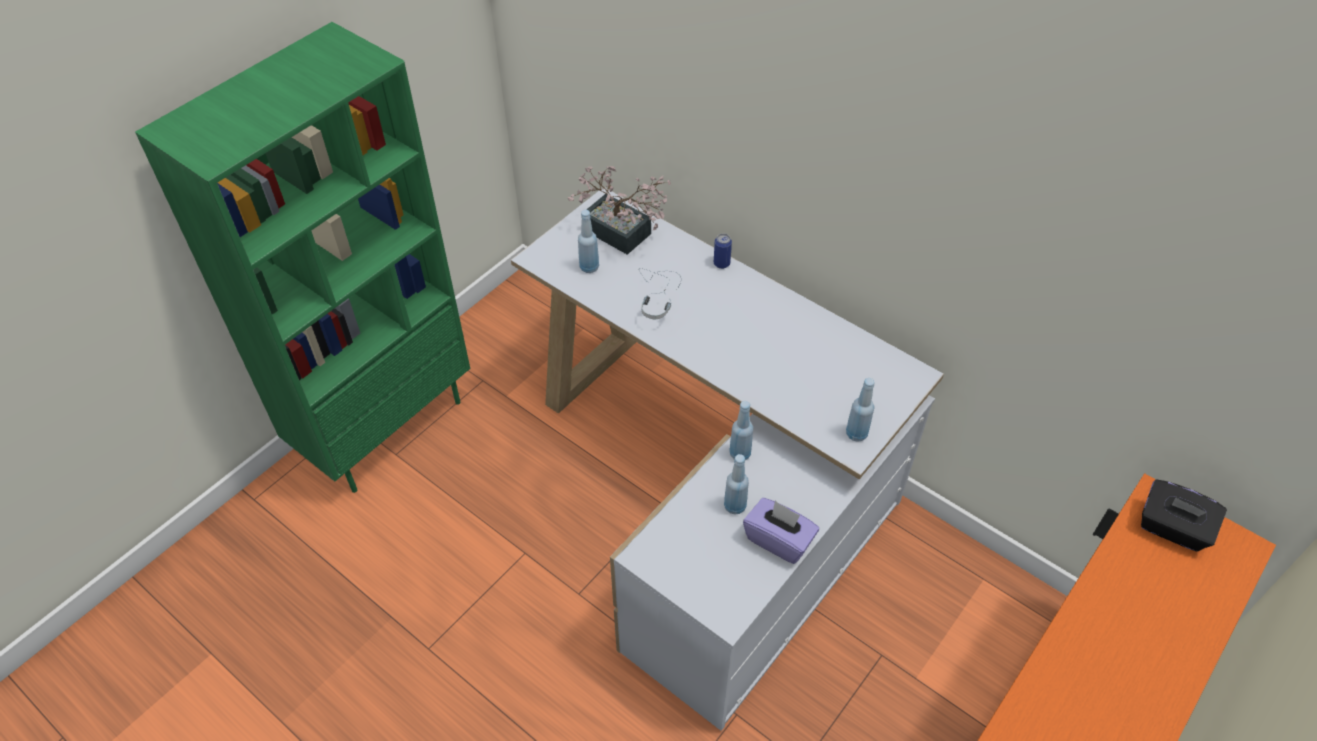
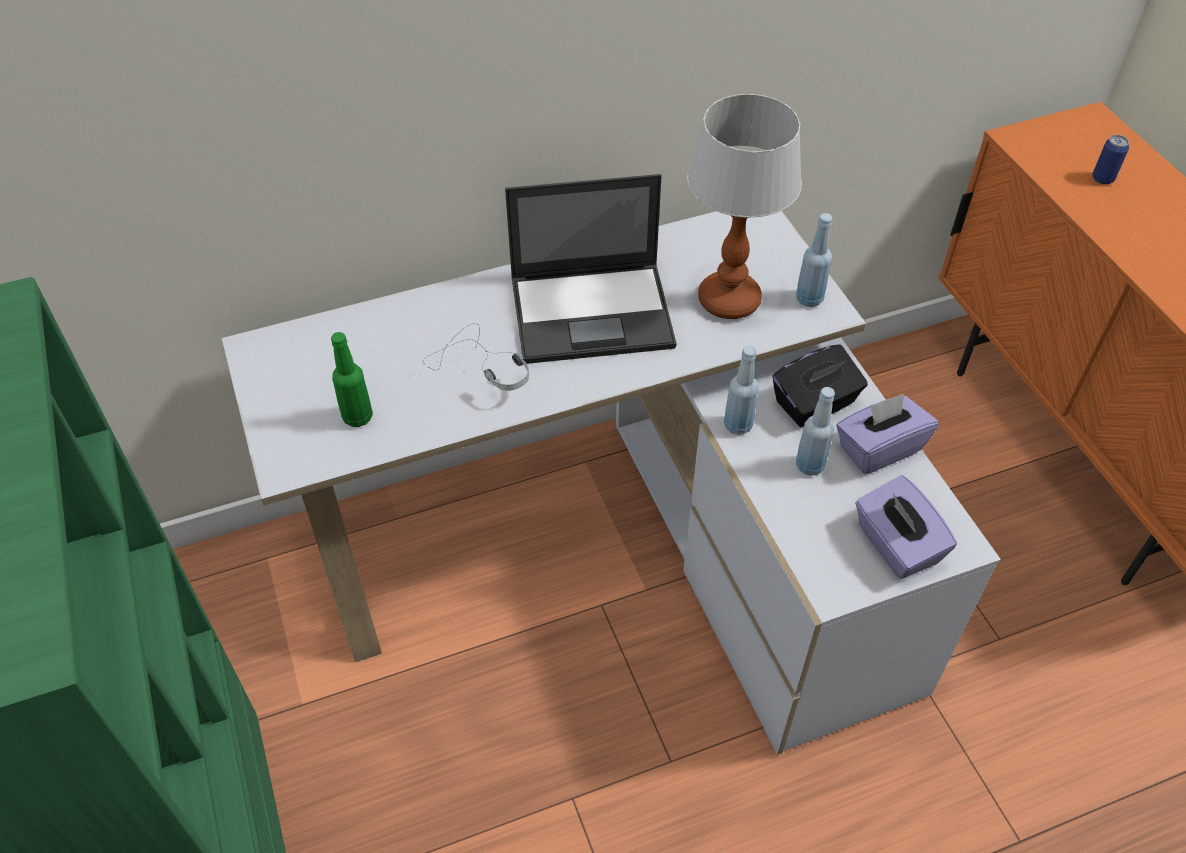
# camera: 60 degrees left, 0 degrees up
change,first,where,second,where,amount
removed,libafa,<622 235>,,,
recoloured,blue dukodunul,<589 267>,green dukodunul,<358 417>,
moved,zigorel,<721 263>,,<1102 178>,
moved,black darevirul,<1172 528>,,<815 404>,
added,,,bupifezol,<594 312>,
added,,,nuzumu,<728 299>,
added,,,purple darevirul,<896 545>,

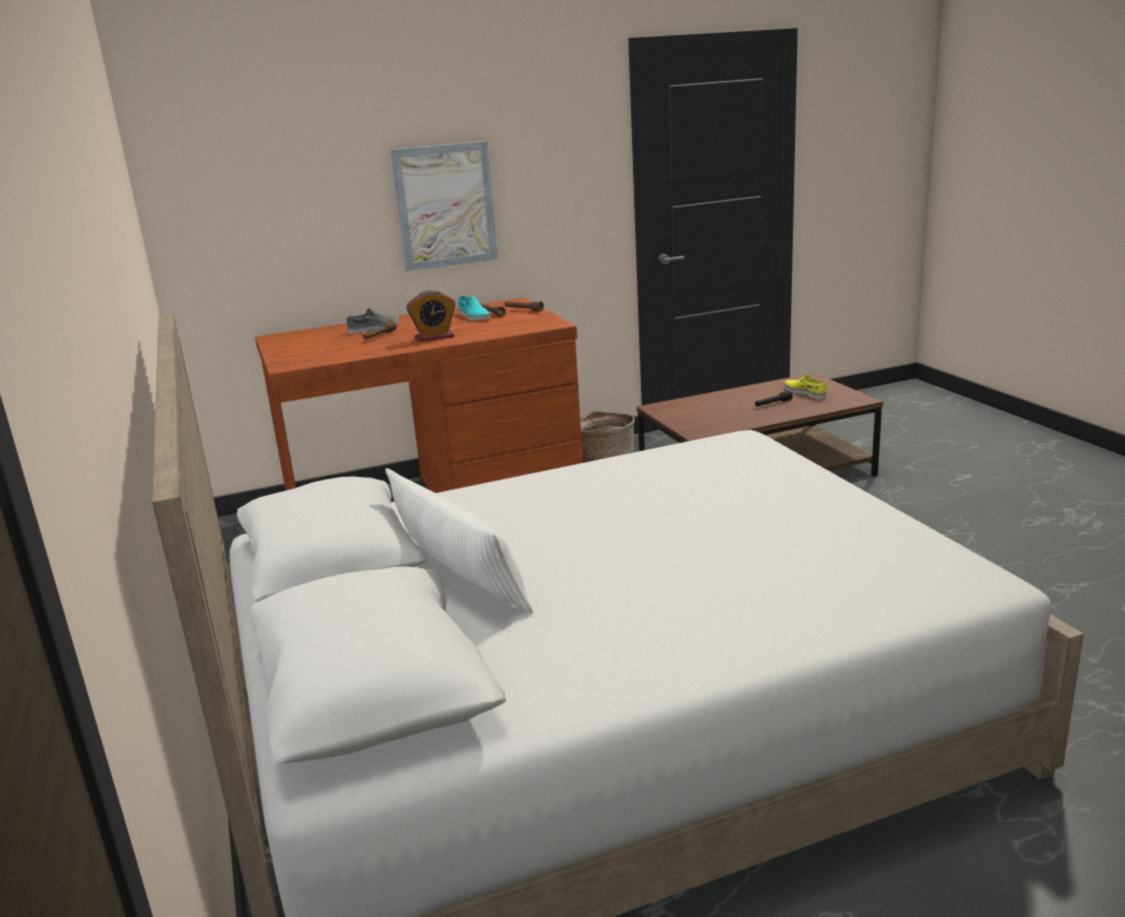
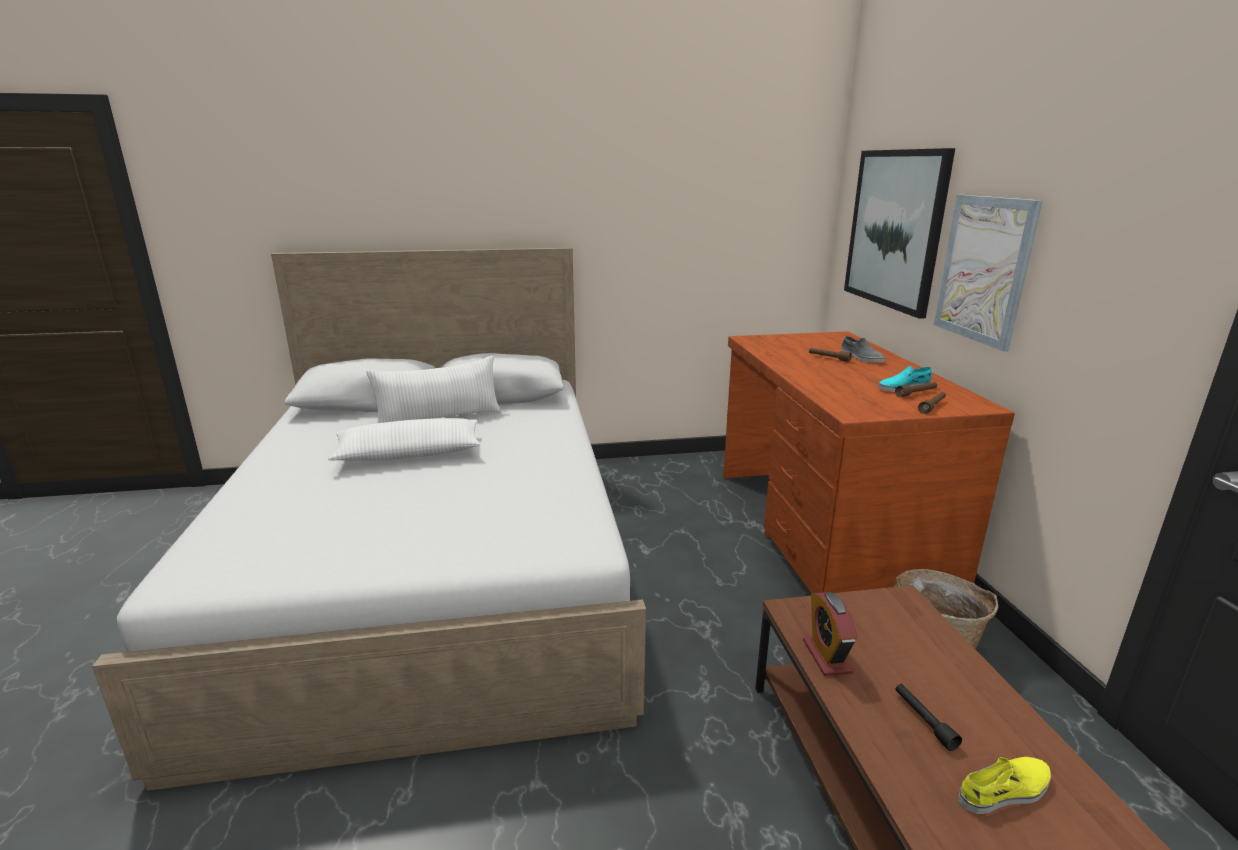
# camera: 100 degrees right, 0 degrees up
change,first,where,second,where,amount
moved,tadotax,<434 337>,,<827 656>,
added,,,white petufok,<409 453>,
added,,,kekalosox,<895 229>,

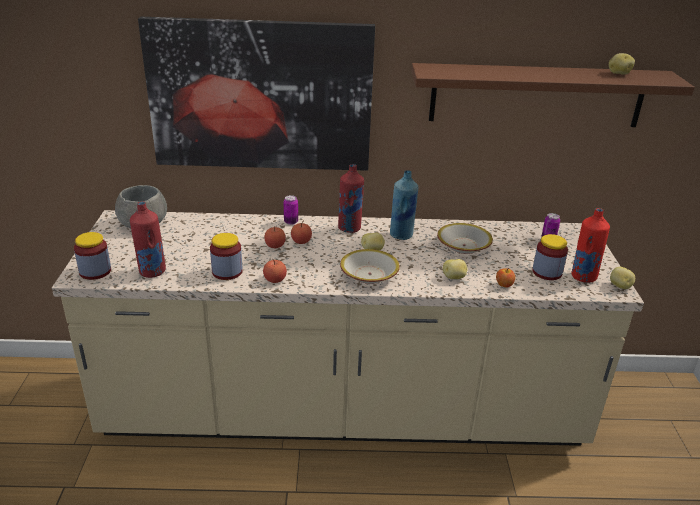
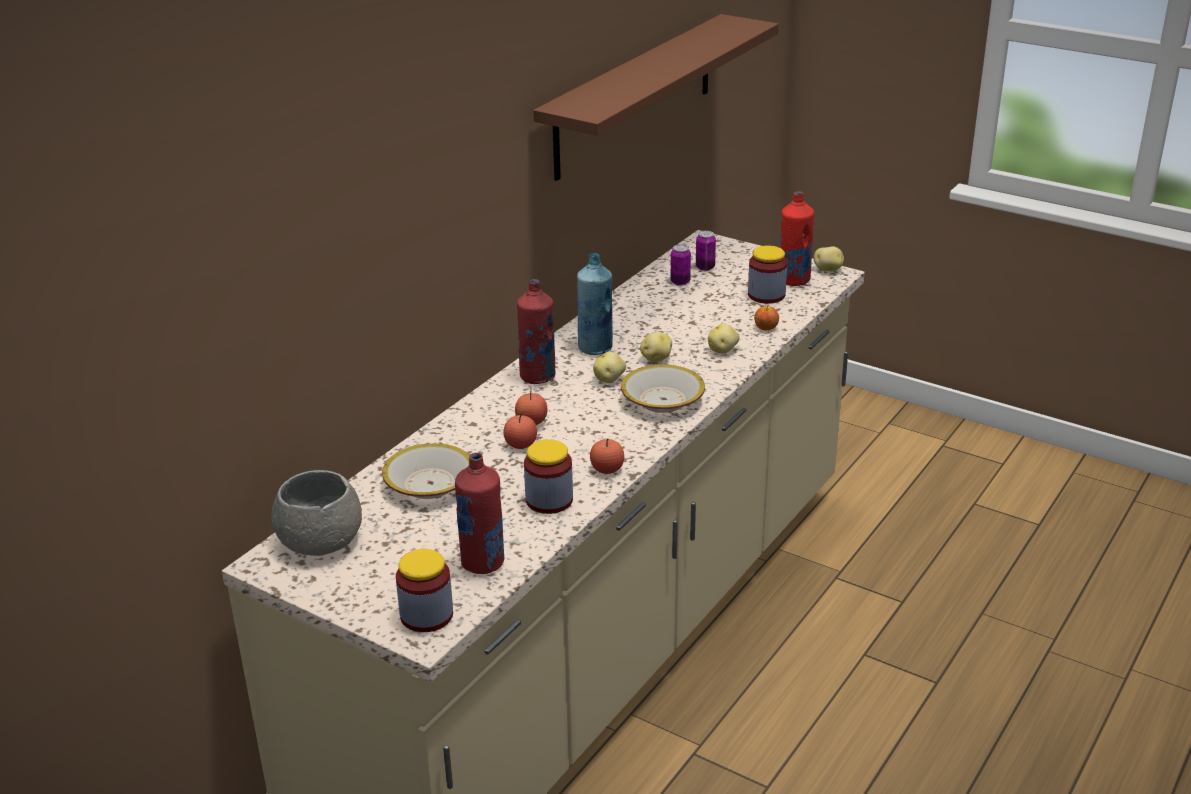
# camera: 55 degrees left, 0 degrees up
change,first,where,second,where,amount
removed,kekalosox,<260 96>,,,
moved,zigorel,<291 222>,,<680 282>,
moved,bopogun,<463 246>,,<430 484>,
moved,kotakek,<618 73>,,<656 359>,

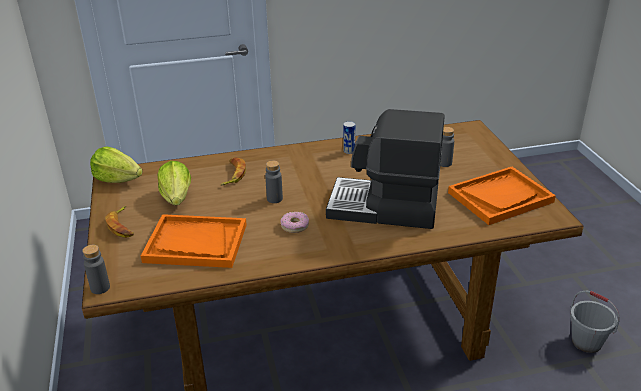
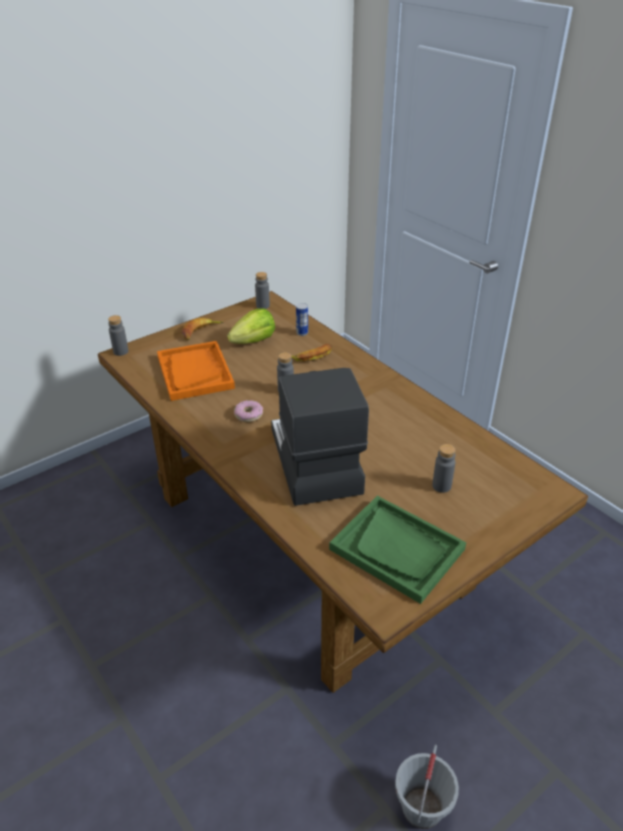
# camera: 65 degrees right, 5 degrees up
change,first,where,second,where,amount
replaced,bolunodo,<117 179>,grey dukodunul,<263 306>,
moved,zigorel,<349 151>,,<302 333>,
recoloured,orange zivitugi,<500 197>,green zivitugi,<397 549>,

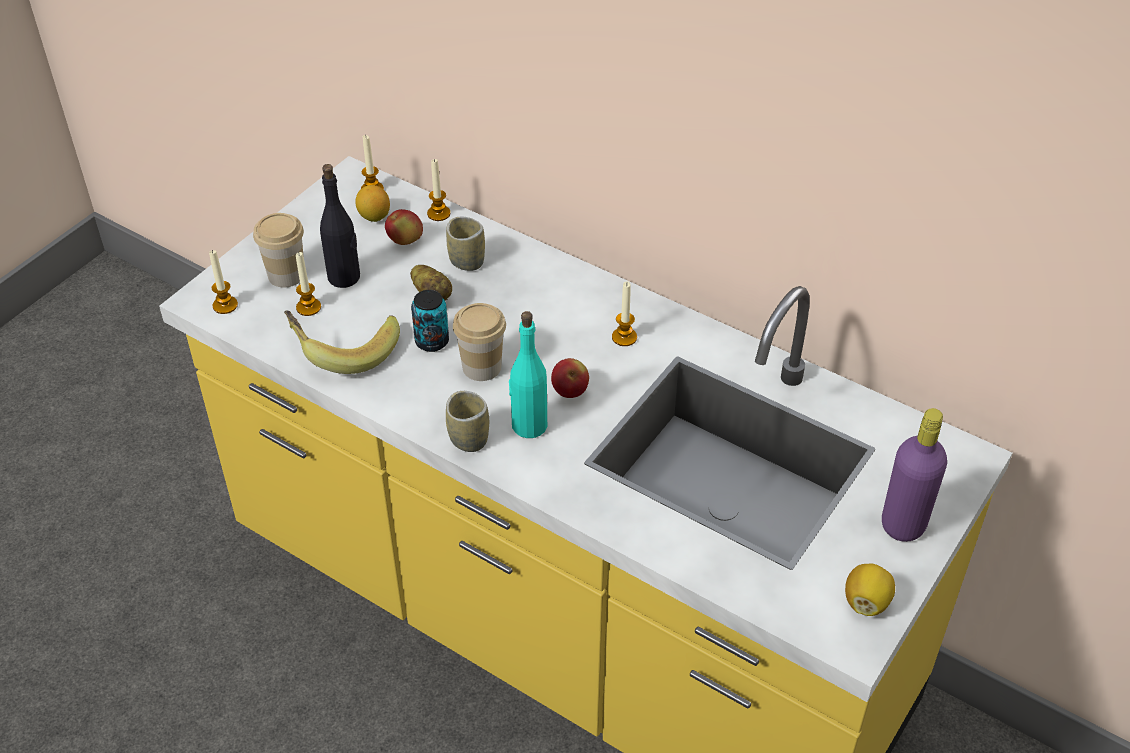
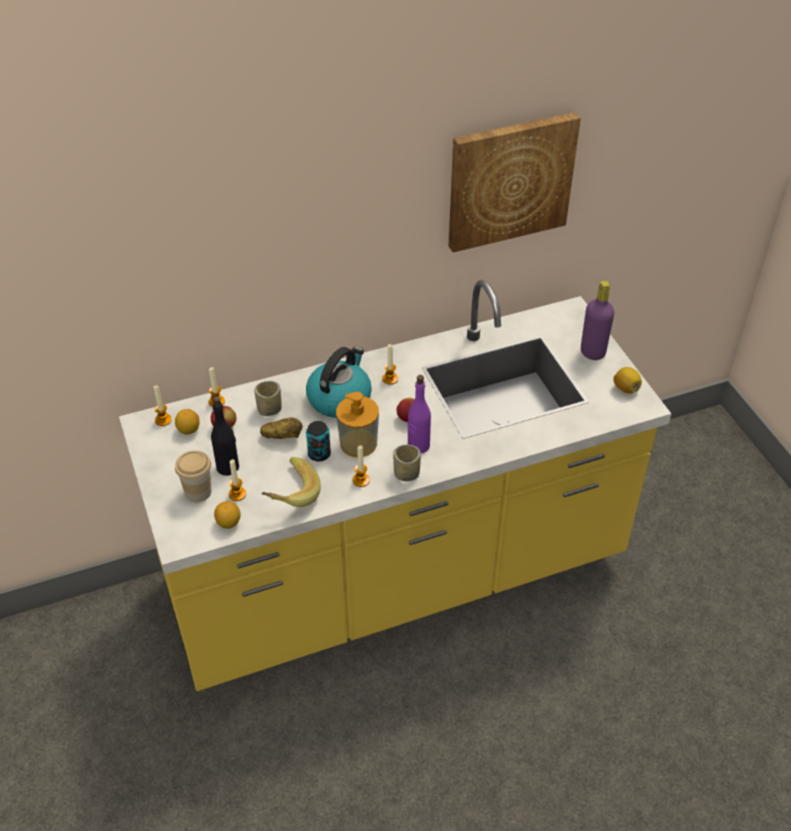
# camera: 55 degrees left, 0 degrees up
change,first,where,second,where,amount
moved,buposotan,<225 305>,,<361 480>,
replaced,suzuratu,<481 367>,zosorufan,<358 443>,
recoloured,turquoise dukodunul,<529 425>,purple dukodunul,<418 446>,
added,,,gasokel,<228 523>,
added,,,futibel,<339 398>,
added,,,kekalosox,<509 180>,

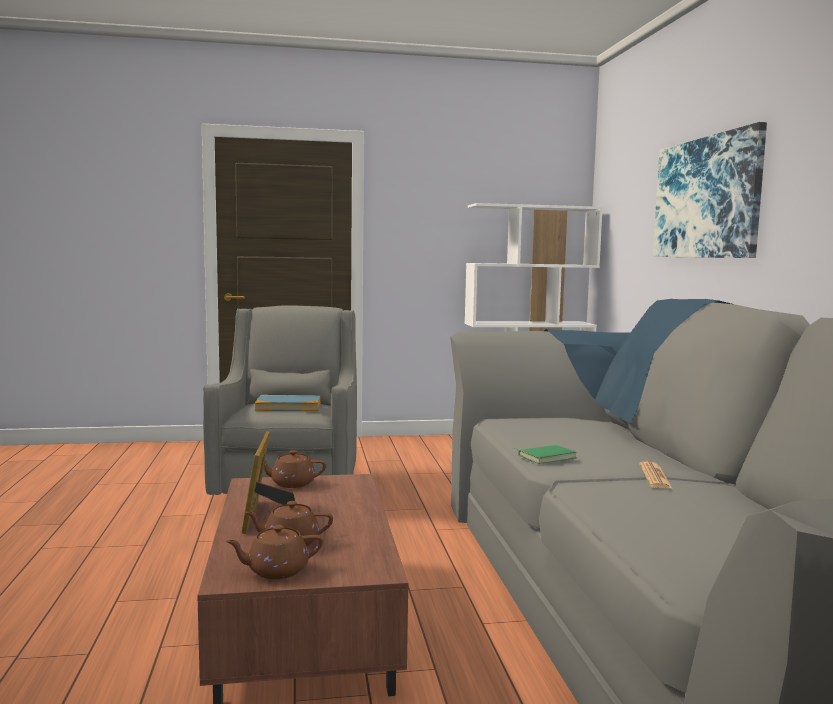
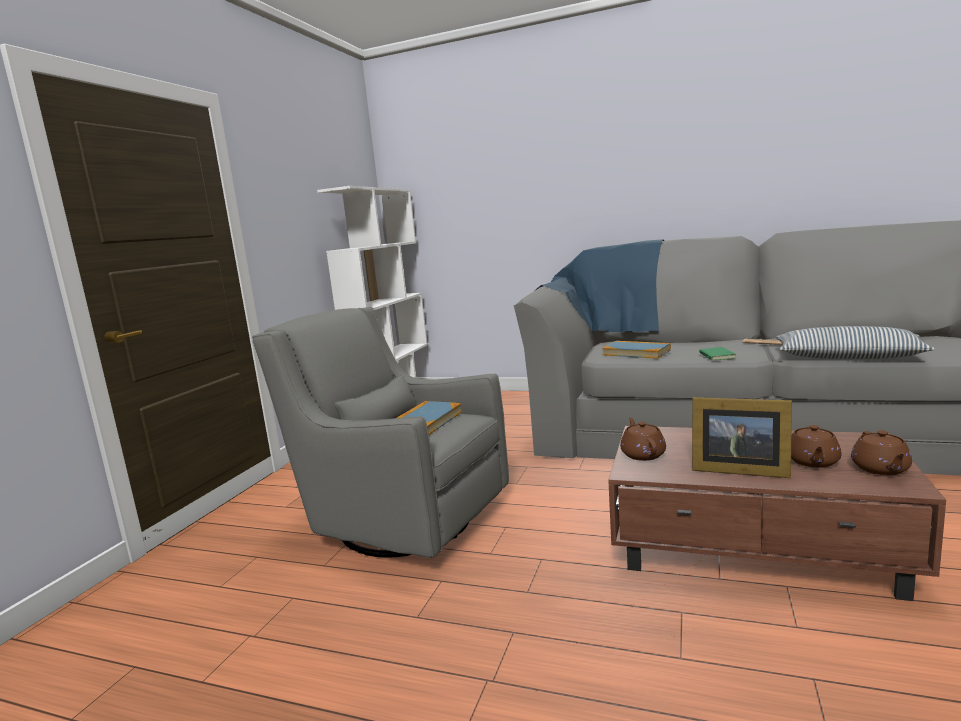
# camera: 60 degrees left, 5 degrees up
change,first,where,second,where,amount
turned,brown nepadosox,<292 483>,,<642 454>,150 degrees clockwise
removed,kekalosox,<706 198>,,,
added,,,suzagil,<636 352>,
added,,,petufok,<848 357>,

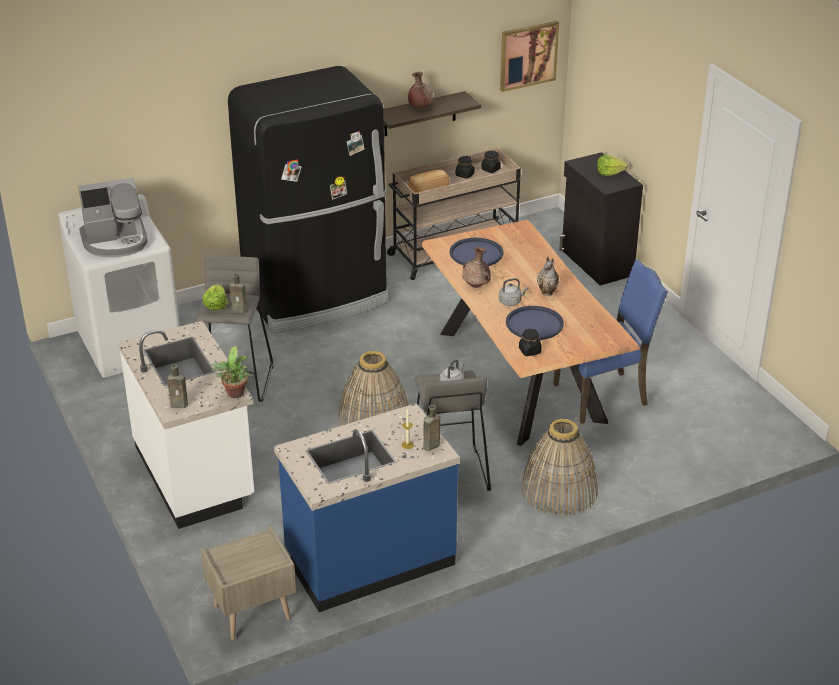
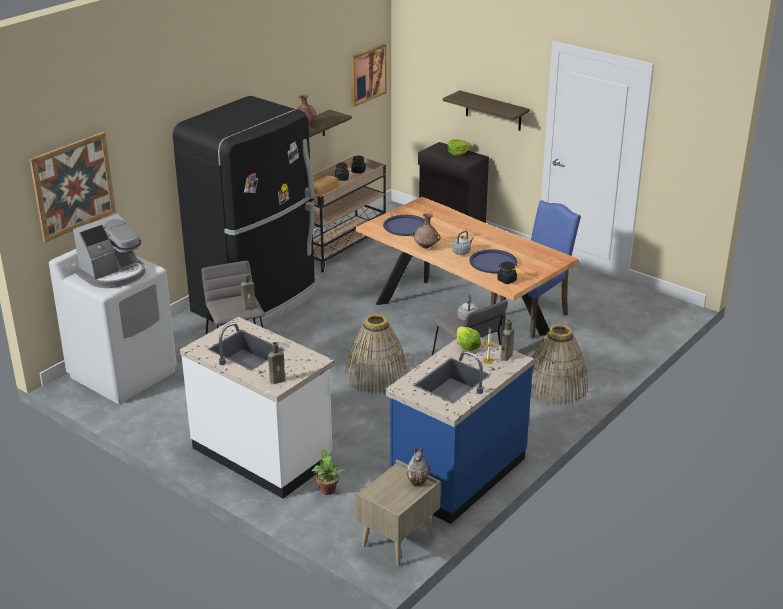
# camera: 25 degrees left, 5 degrees down
change,first,where,second,where,amount
moved,bolunodo,<216 305>,,<467 346>,
moved,libafa,<234 394>,,<328 492>,
moved,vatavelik,<548 293>,,<418 483>,
added,,,kekalosox,<73 186>,
added,,,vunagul,<493 111>,

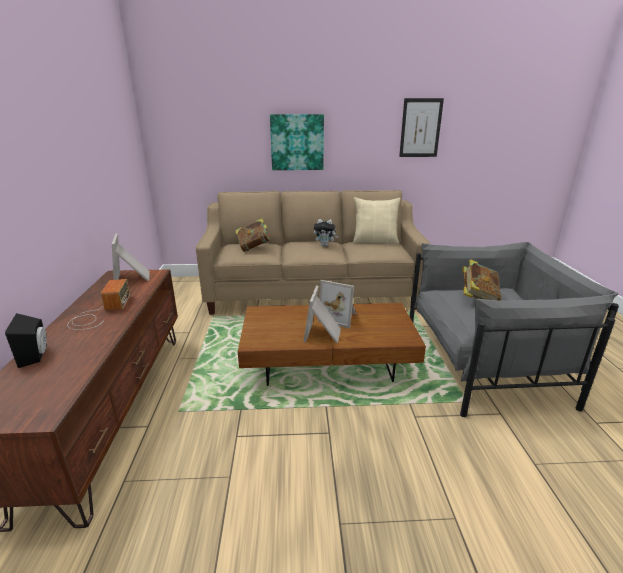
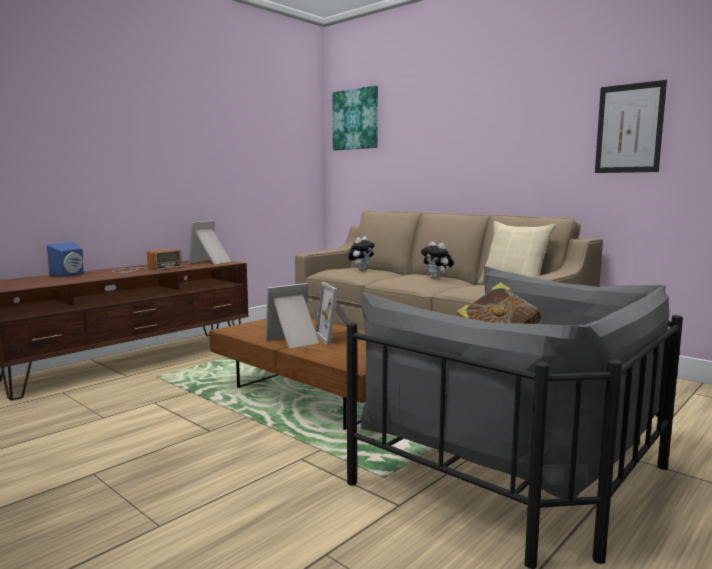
# camera: 45 degrees right, 15 degrees down
change,first,where,second,where,amount
recoloured,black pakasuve,<37 355>,blue pakasuve,<70 274>,
replaced,suzagil,<254 248>,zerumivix,<361 269>,
moved,kekalosox,<297 142>,,<356 119>,

